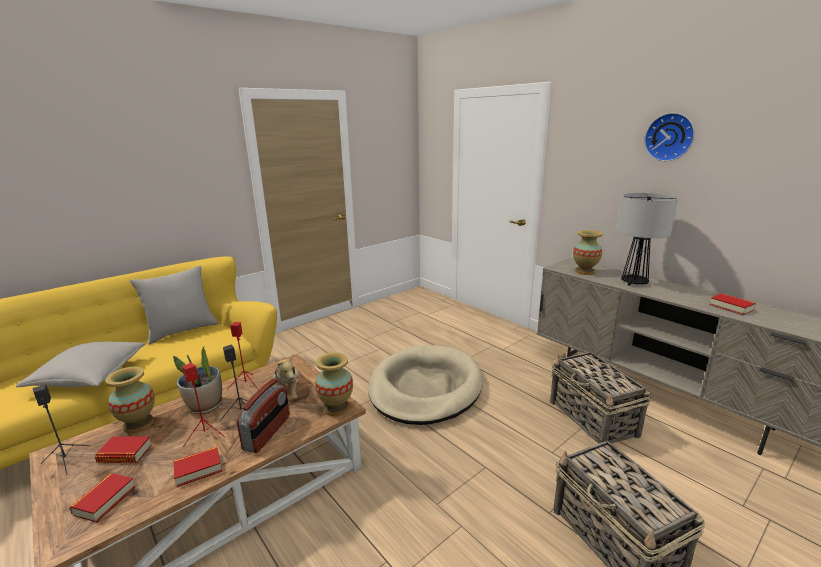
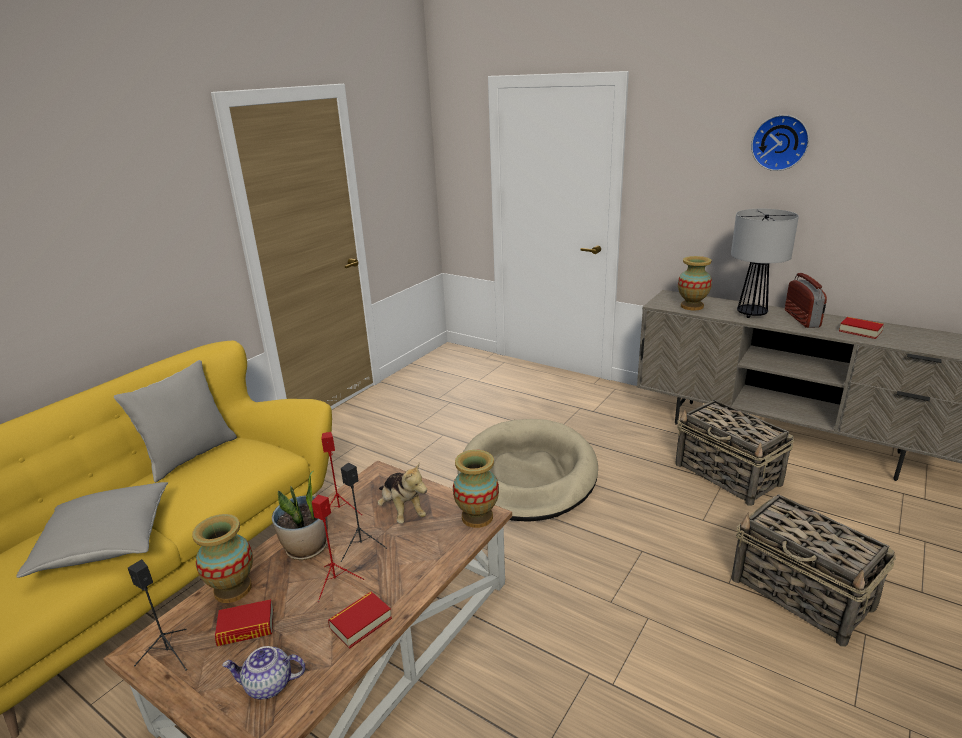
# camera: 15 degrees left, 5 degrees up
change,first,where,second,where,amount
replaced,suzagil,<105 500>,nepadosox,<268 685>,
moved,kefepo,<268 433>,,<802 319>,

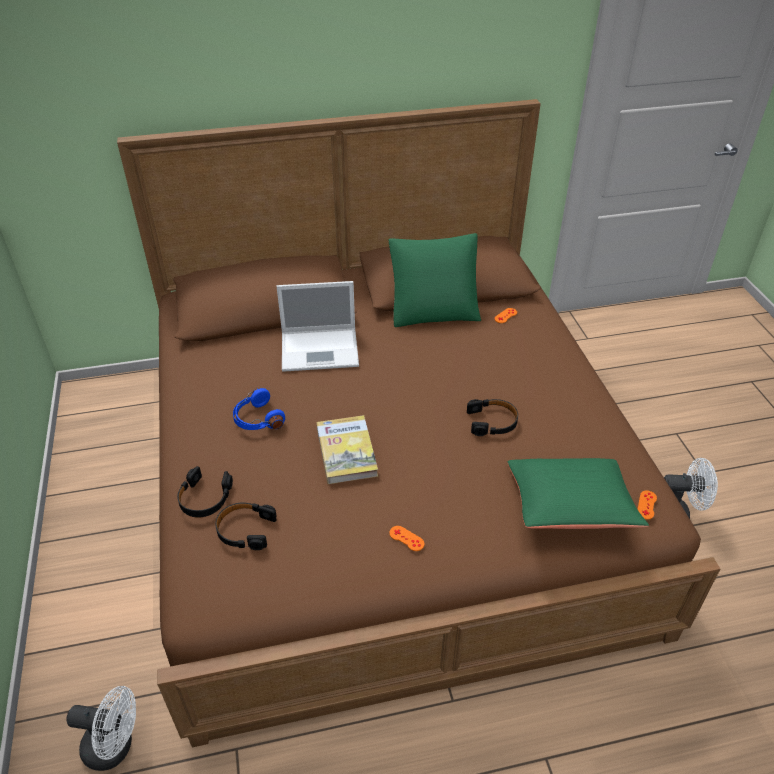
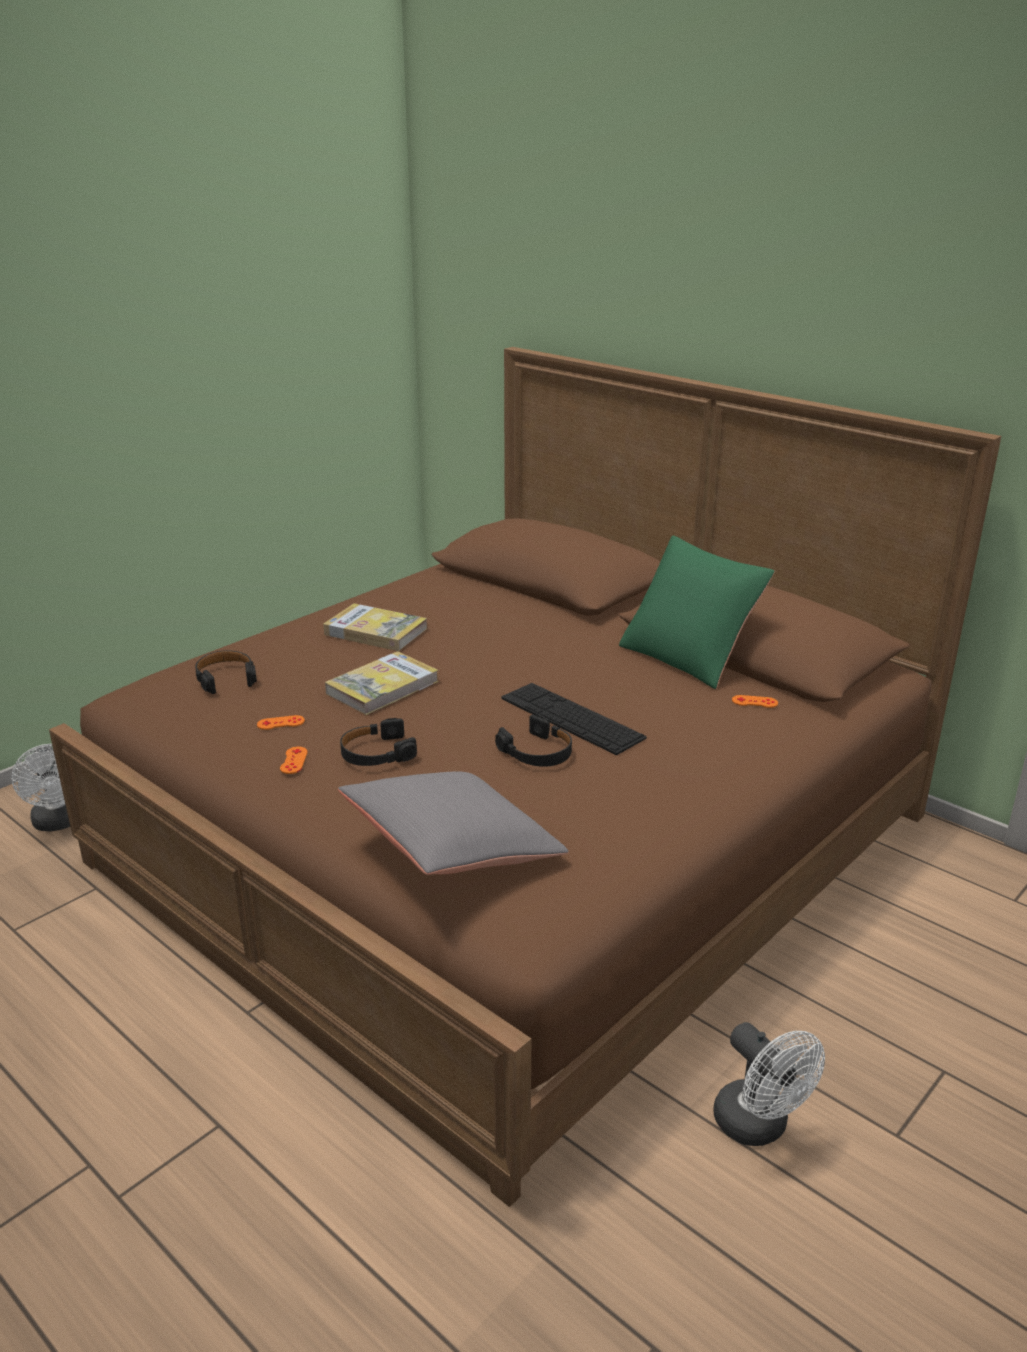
# camera: 55 degrees right, 15 degrees down
change,first,where,second,where,amount
moved,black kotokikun,<204 498>,,<376 753>,
replaced,blue kotokikun,<257 419>,suzagil,<375 631>,
removed,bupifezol,<321 349>,,,
recoloured,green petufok,<569 506>,grey petufok,<453 849>,
moved,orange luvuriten,<646 505>,,<281 723>,
added,,,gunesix,<571 718>,

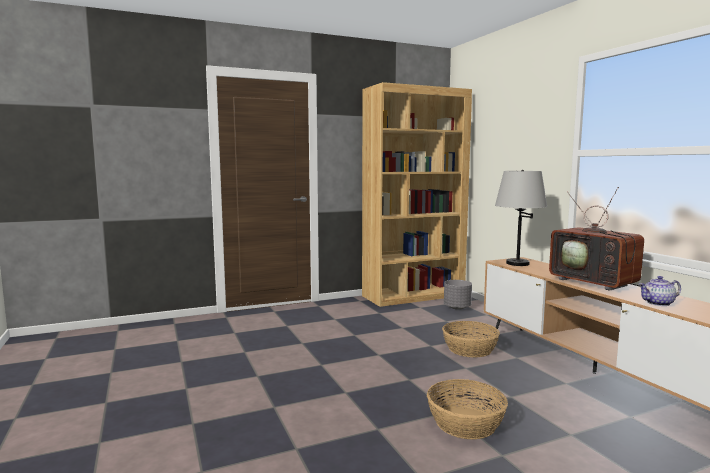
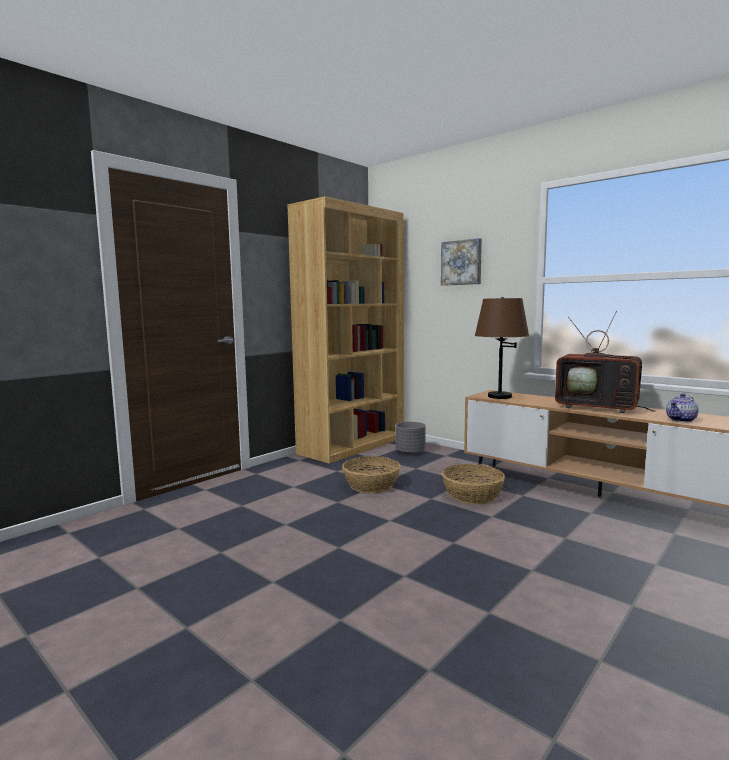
# camera: 25 degrees left, 0 degrees up
change,first,where,second,where,amount
moved,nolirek,<465 423>,,<371 485>,
recoloured,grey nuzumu,<517 263>,brown nuzumu,<499 396>,
added,,,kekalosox,<461 262>,

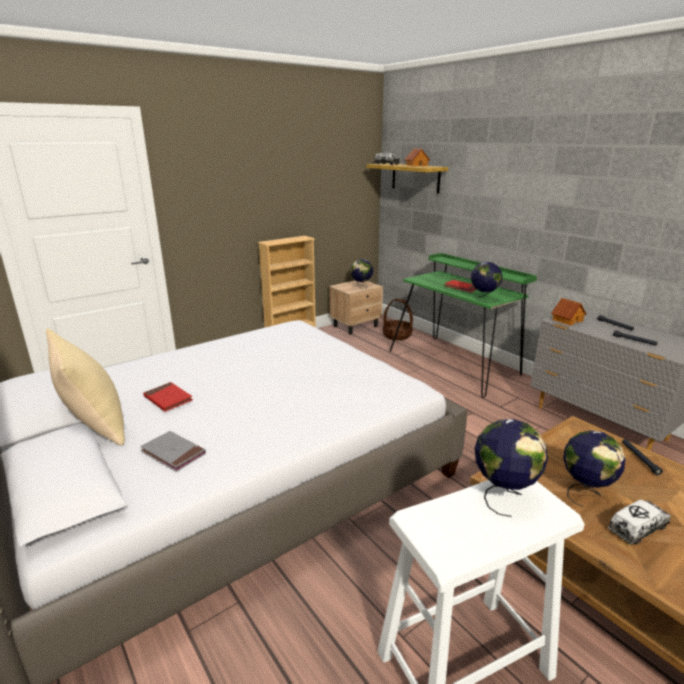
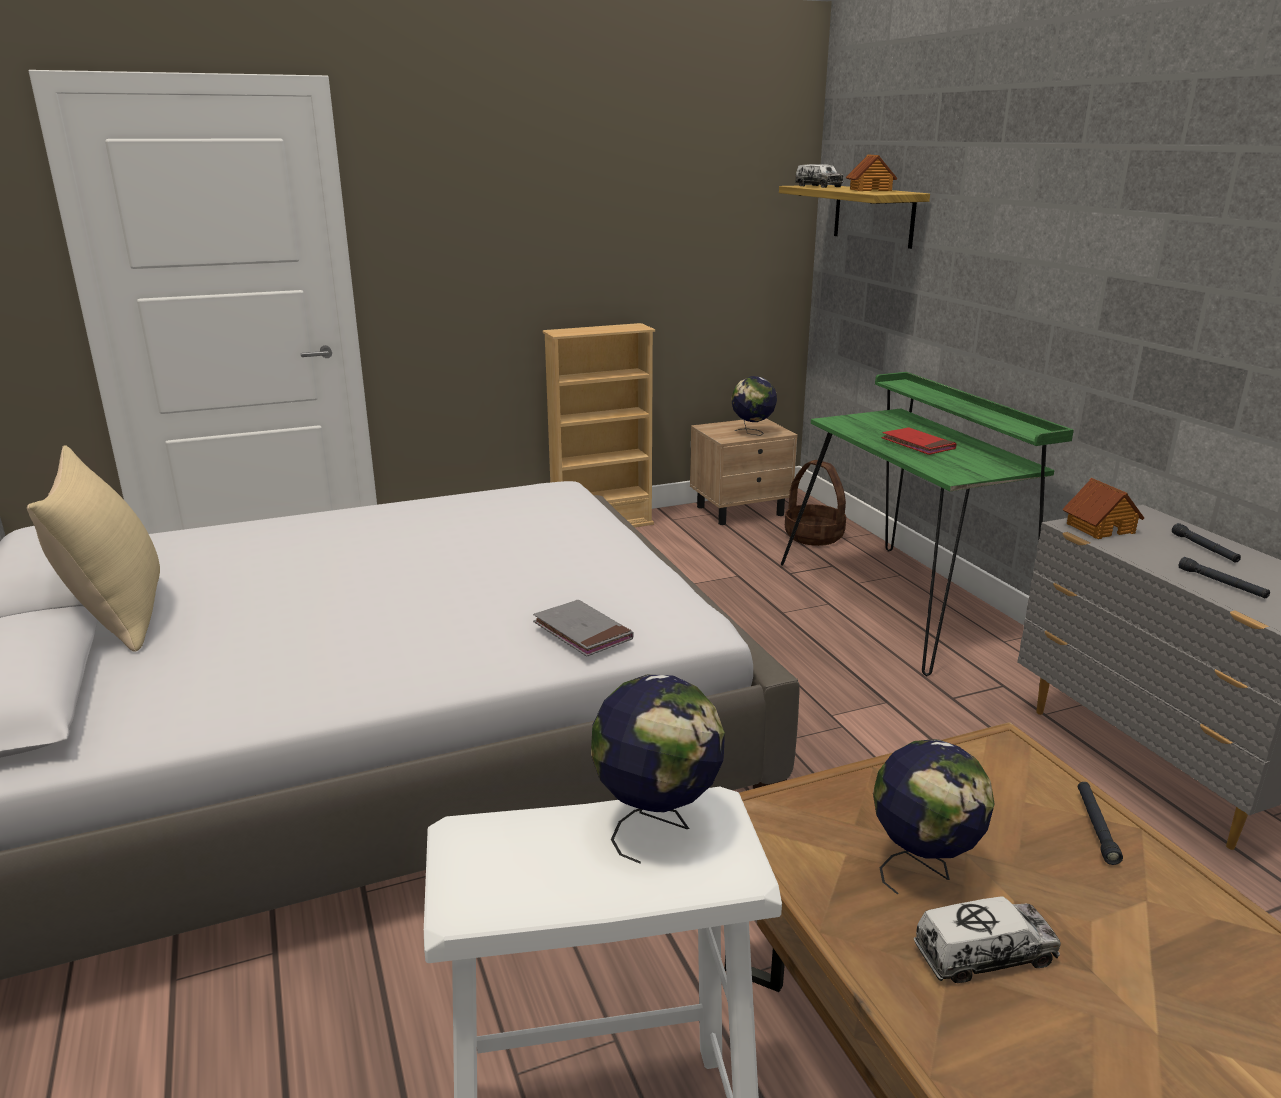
# camera: 15 degrees right, 0 degrees up
change,first,where,second,where,amount
moved,grey suzagil,<173 453>,,<582 632>,
removed,red suzagil,<168 399>,,,
removed,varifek,<483 299>,,,

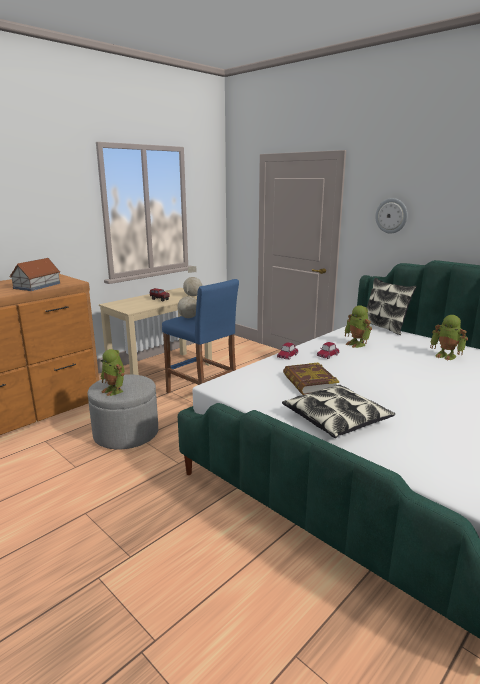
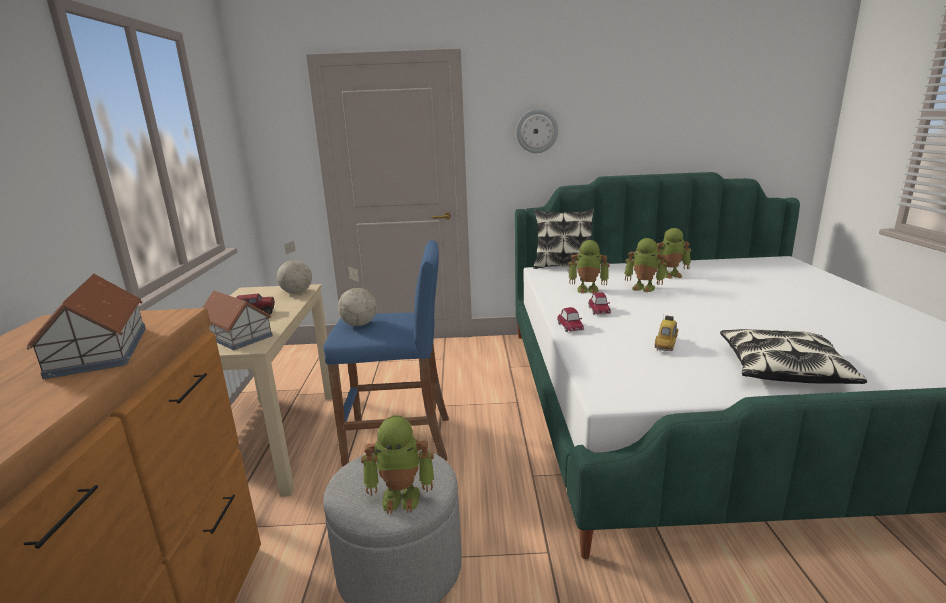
# camera: 45 degrees left, 0 degrees up
change,first,where,second,where,amount
replaced,suzagil,<309 383>,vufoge,<666 345>,
added,,,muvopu,<237 336>,
added,,,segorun,<644 287>,

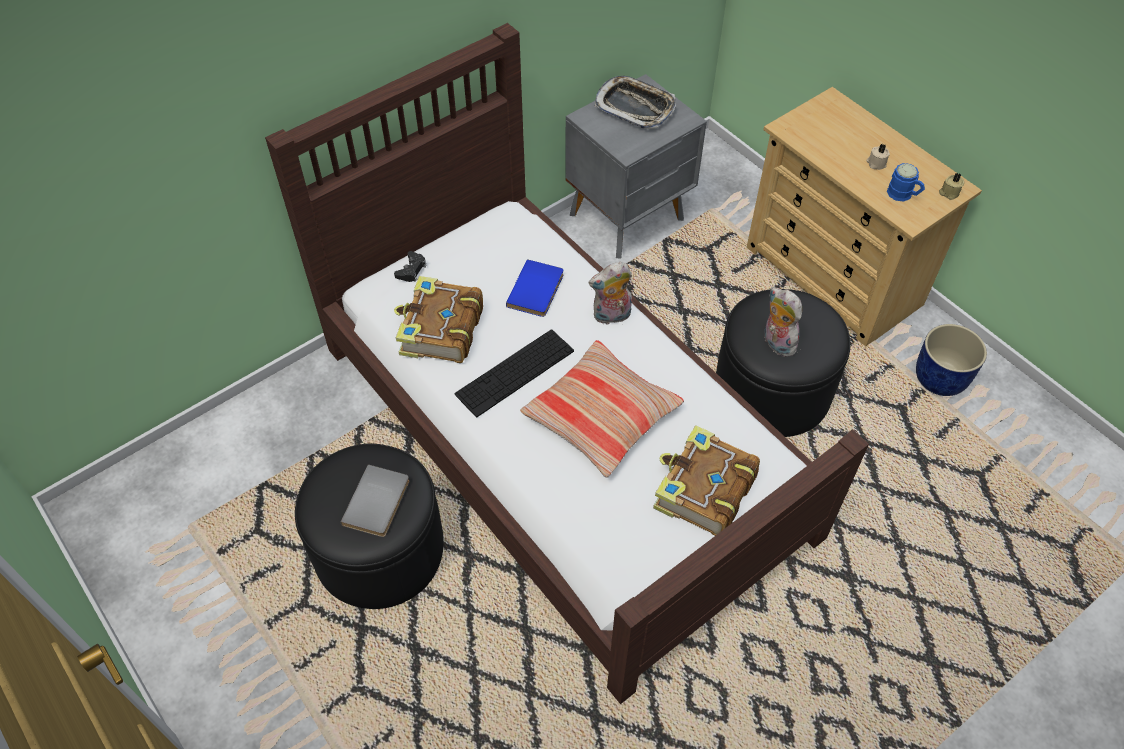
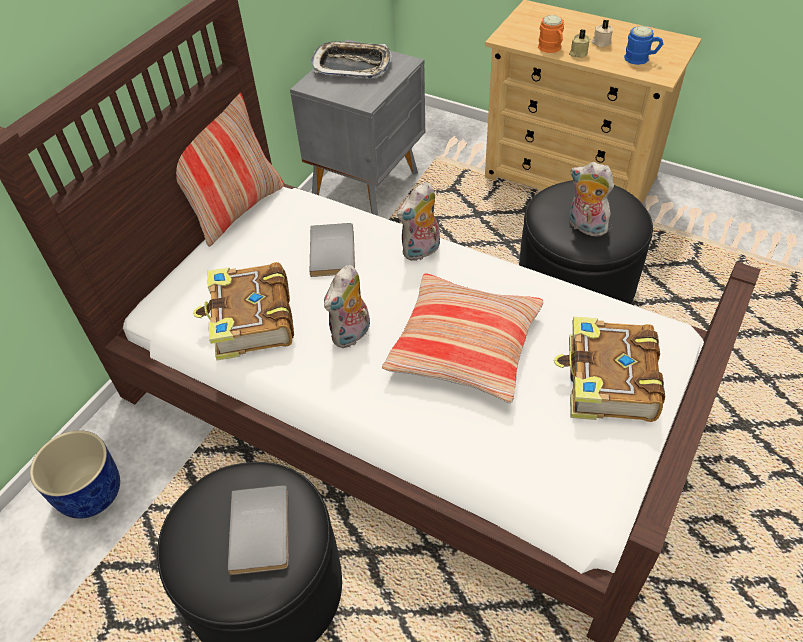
# camera: 20 degrees left, 5 degrees down
change,first,where,second,where,amount
removed,black luvuriten,<411 270>,,,
replaced,gunesix,<515 372>,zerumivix,<352 335>,
recoloured,blue suzagil,<537 290>,grey suzagil,<335 251>,
moved,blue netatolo,<939 377>,,<90 492>,
moved,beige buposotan,<949 193>,,<578 53>,
added,,,petufok,<236 209>,
added,,,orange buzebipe,<551 49>,

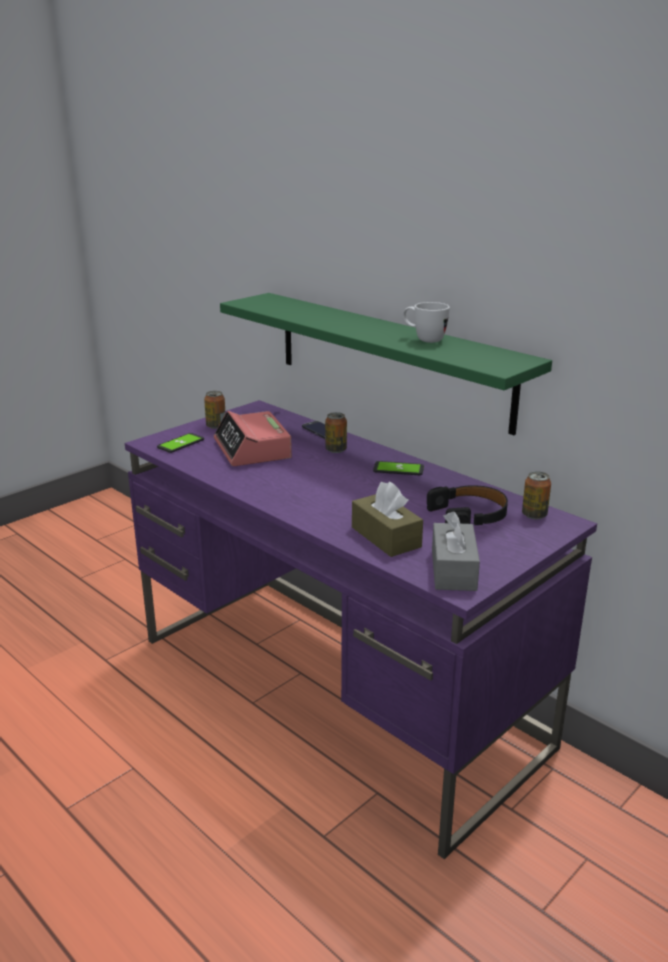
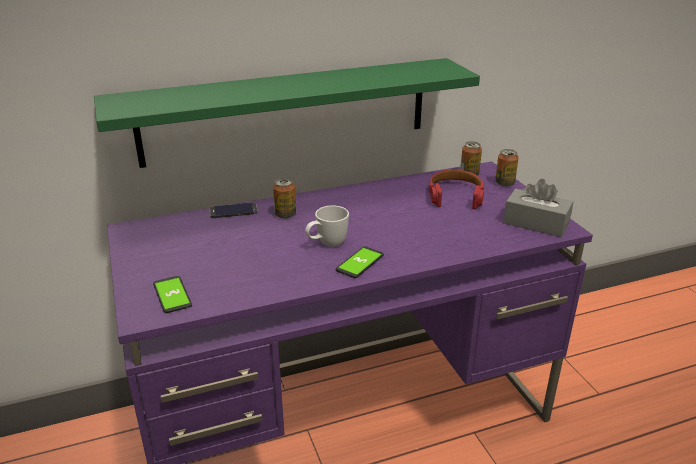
# camera: 65 degrees left, 5 degrees up
change,first,where,second,where,amount
moved,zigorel,<216 426>,,<504 183>,
removed,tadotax,<252 449>,,,
removed,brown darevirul,<386 537>,,,
moved,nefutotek,<398 469>,,<360 263>,
moved,white buzebipe,<424 339>,,<327 244>,
recoloured,black kotokikun,<469 515>,red kotokikun,<455 195>,

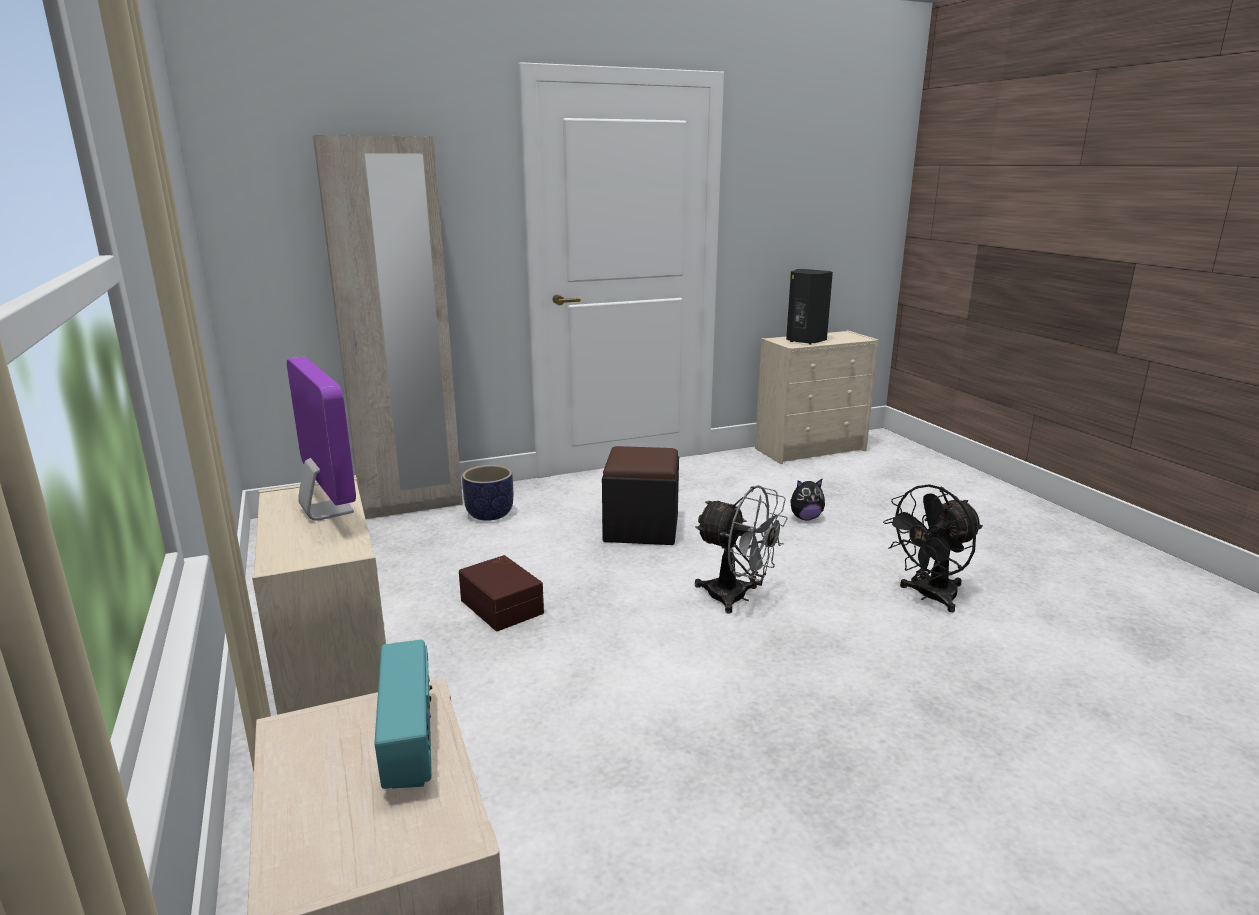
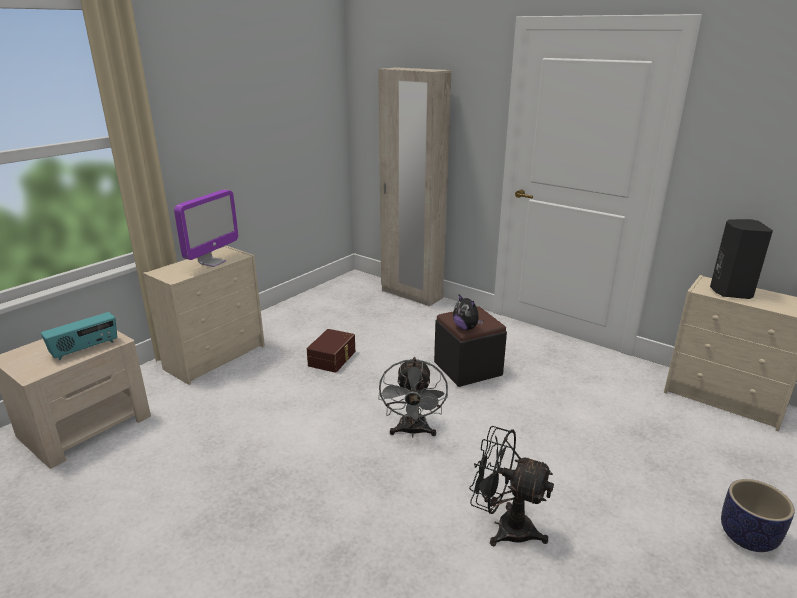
# camera: 60 degrees right, 5 degrees up
change,first,where,second,where,amount
moved,netatolo,<490 514>,,<748 537>,
moved,zerumivix,<805 518>,,<466 328>,

